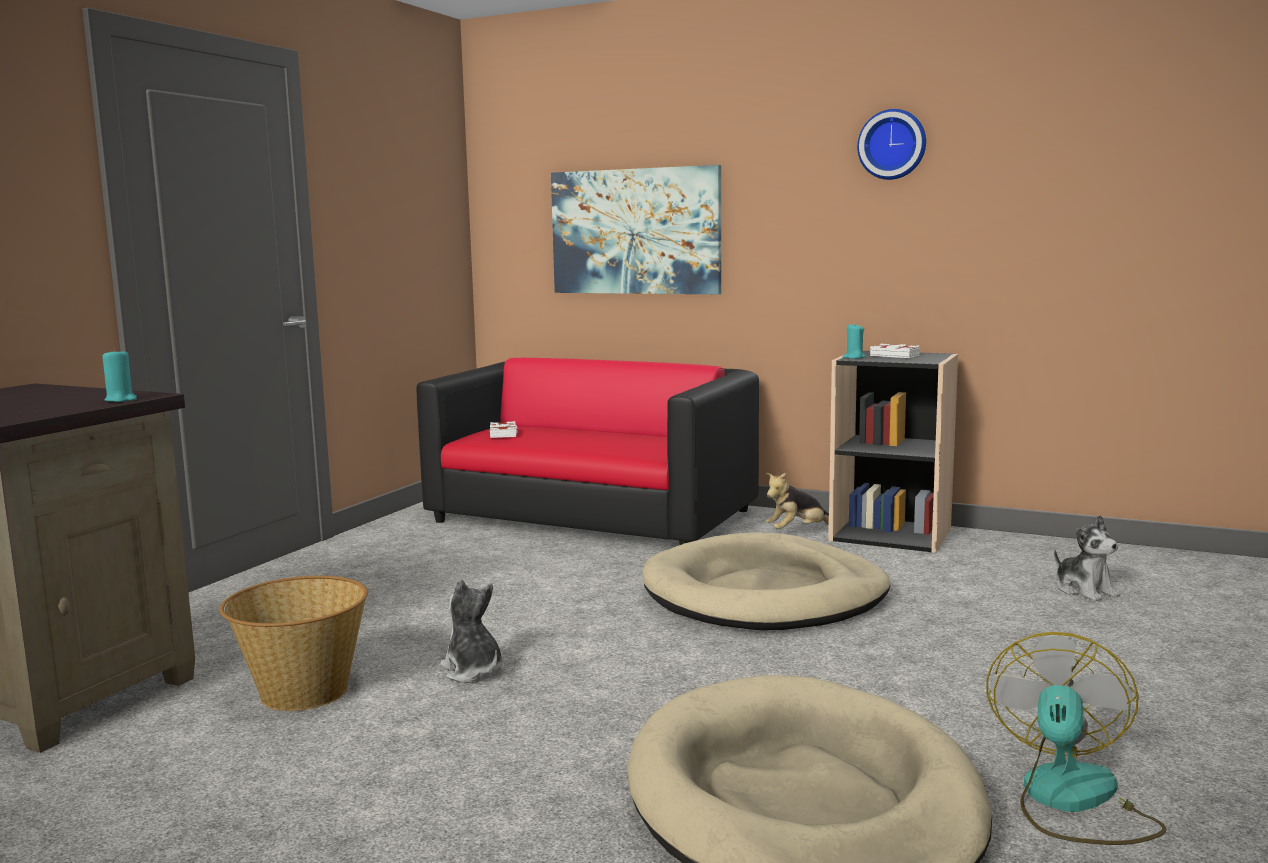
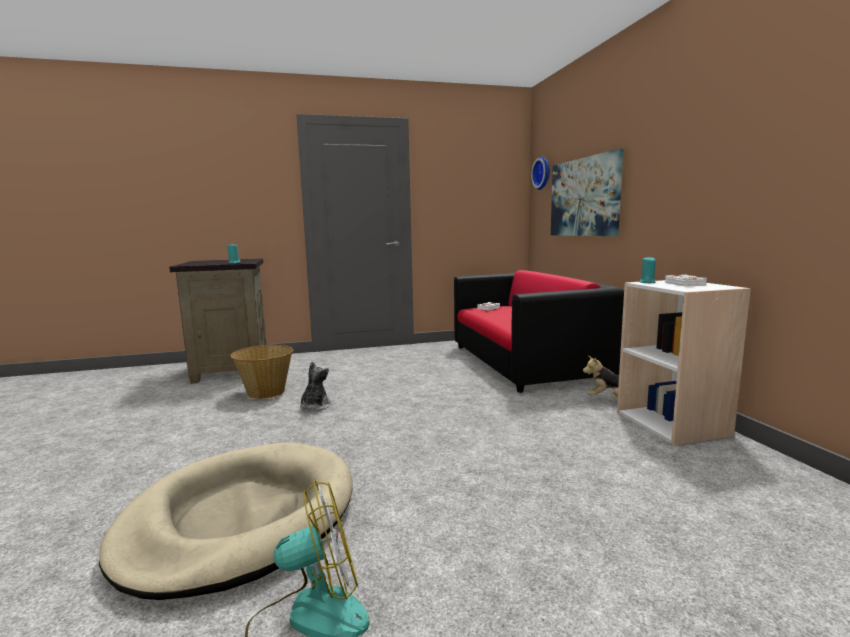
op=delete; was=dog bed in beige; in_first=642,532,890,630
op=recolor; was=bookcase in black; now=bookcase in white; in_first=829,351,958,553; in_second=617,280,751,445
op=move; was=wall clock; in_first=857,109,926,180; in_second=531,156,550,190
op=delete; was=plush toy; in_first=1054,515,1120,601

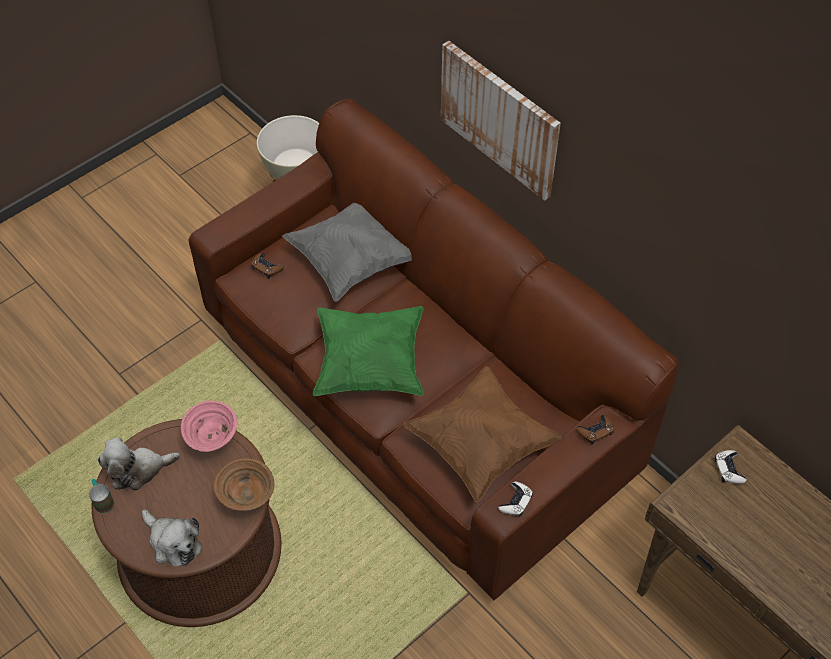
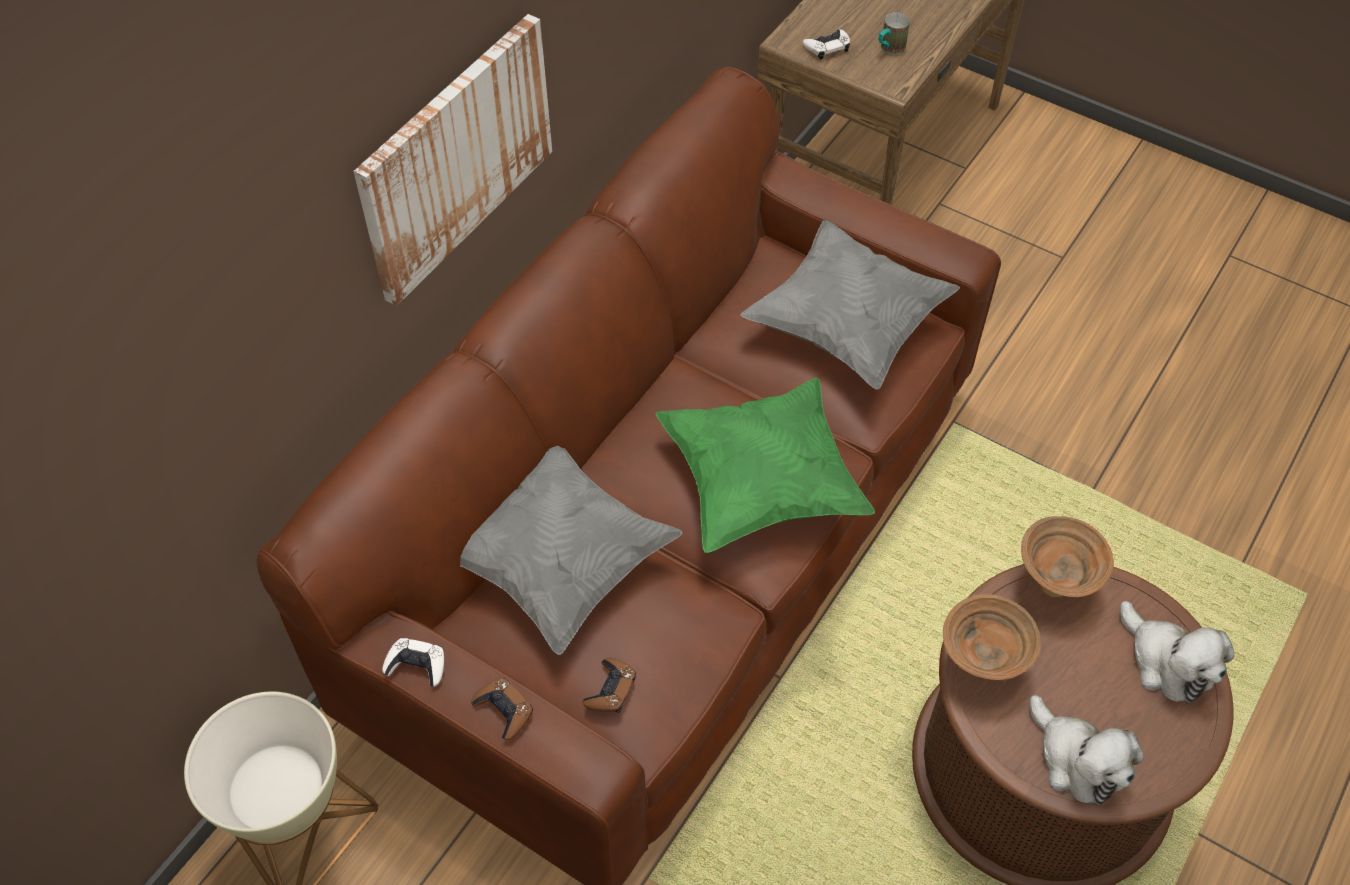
op=move; was=mug; in_first=89,479,114,513; in_second=878,12,910,54
op=rotate; was=plush toy; in_first=142,509,203,566; in_second=1120,601,1234,704; clockwise=120
op=recolor; was=bowl in pink; now=bowl in brown; in_first=181,401,237,452; in_second=943,594,1041,680
op=recolor; was=pillow in brown; now=pillow in grey; in_first=403,366,562,502; in_second=740,220,960,389
op=move; was=game controller in white; in_first=498,482,533,516; in_second=382,638,444,687
op=move; was=game controller in brown; in_first=577,415,614,444; in_second=471,678,533,740

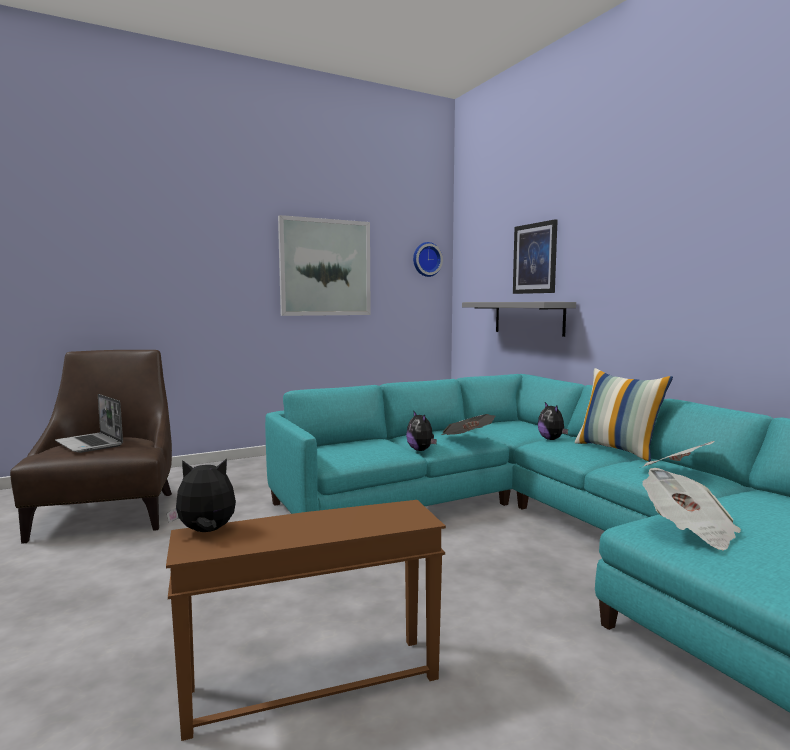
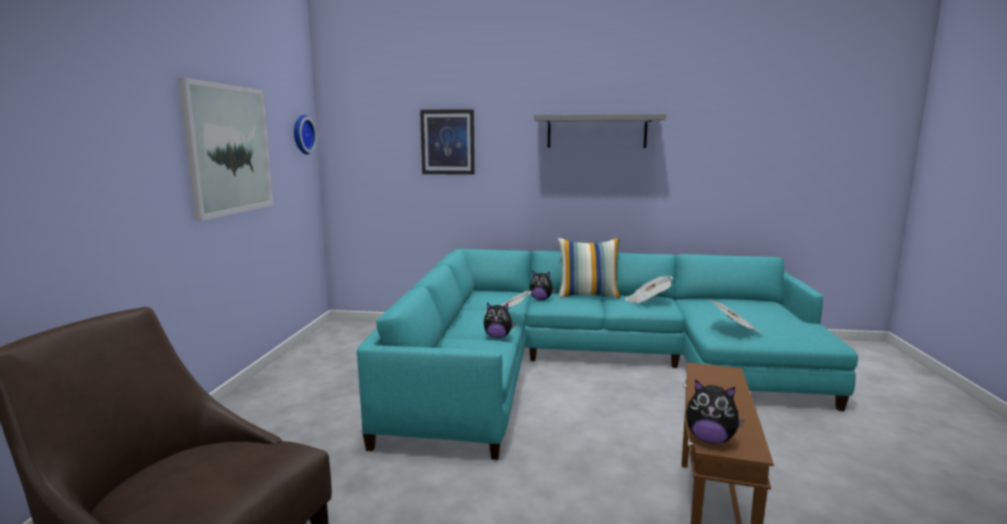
op=delete; was=laptop; in_first=55,394,123,453
op=rotate; was=plush toy; in_first=167,458,236,532; in_second=686,379,744,444; clockwise=-90
op=move; was=shelf in grey; in_first=462,302,576,337; in_second=534,114,666,148

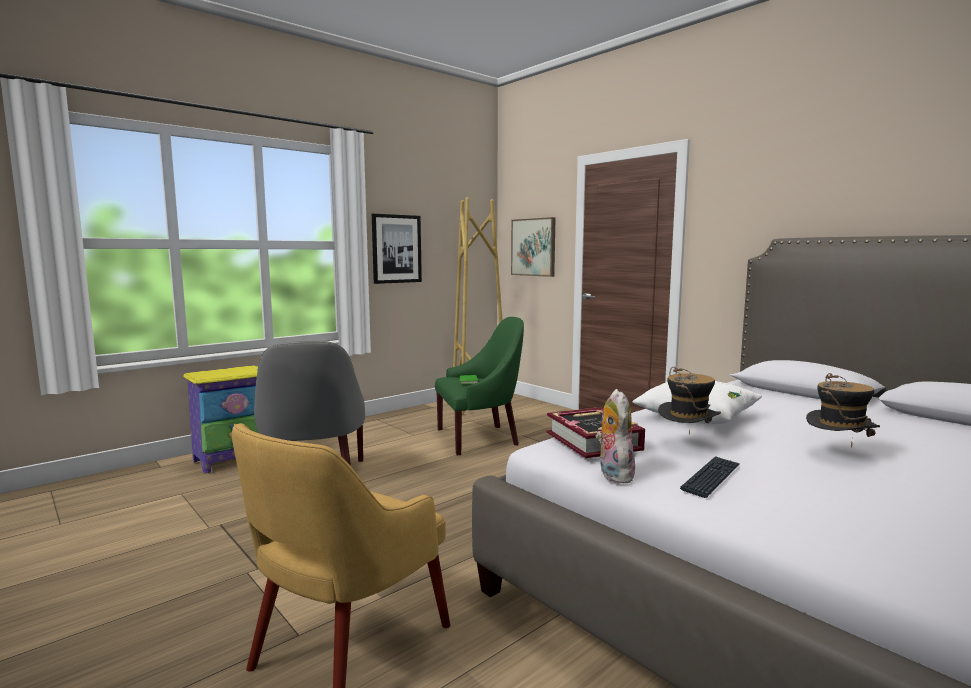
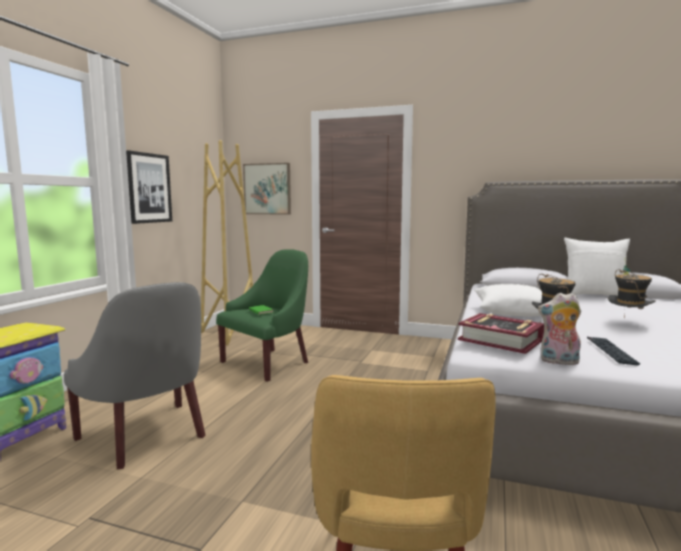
op=rotate; was=plush toy; in_first=596,389,635,484; in_second=538,293,581,365; clockwise=-45
op=insert; now=pillow in white; in_second=564,238,631,296

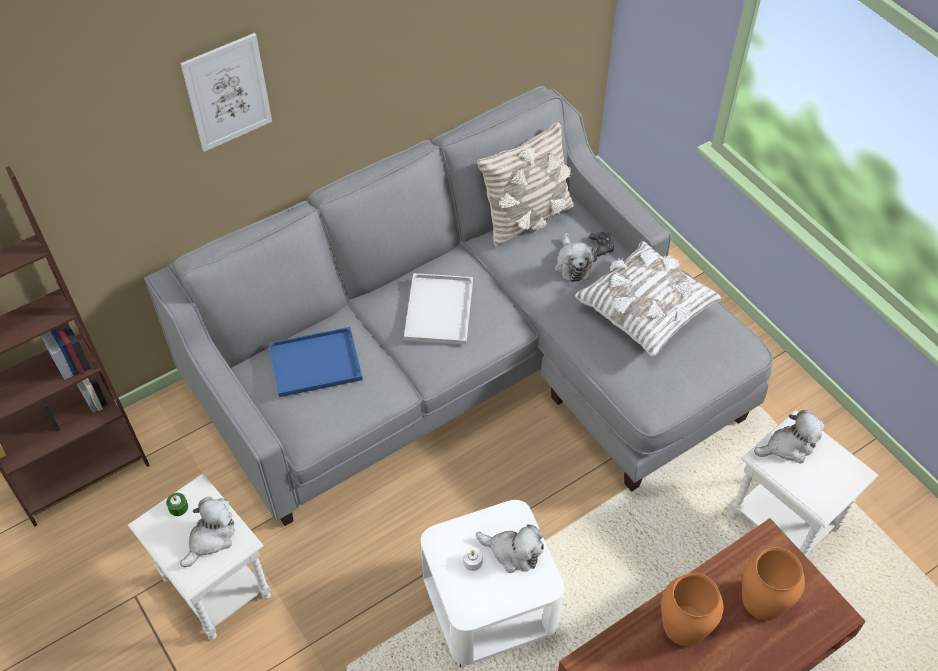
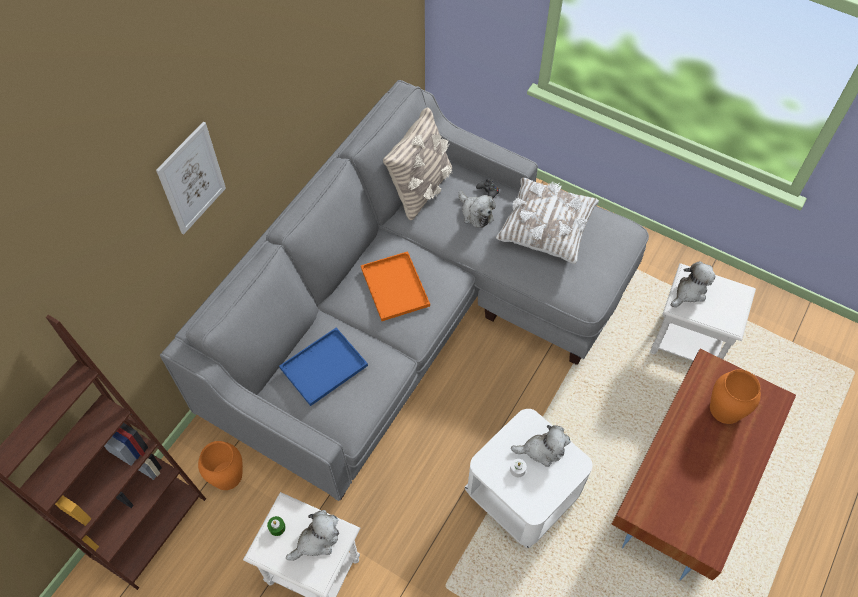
op=rotate; was=plush toy; in_first=180,497,235,567; in_second=286,510,339,561; clockwise=45
op=recolor; was=tray in white; now=tray in orange; in_first=404,273,473,345; in_second=361,251,430,321
op=move; was=vase in orange; in_first=661,573,723,646; in_second=198,441,243,490

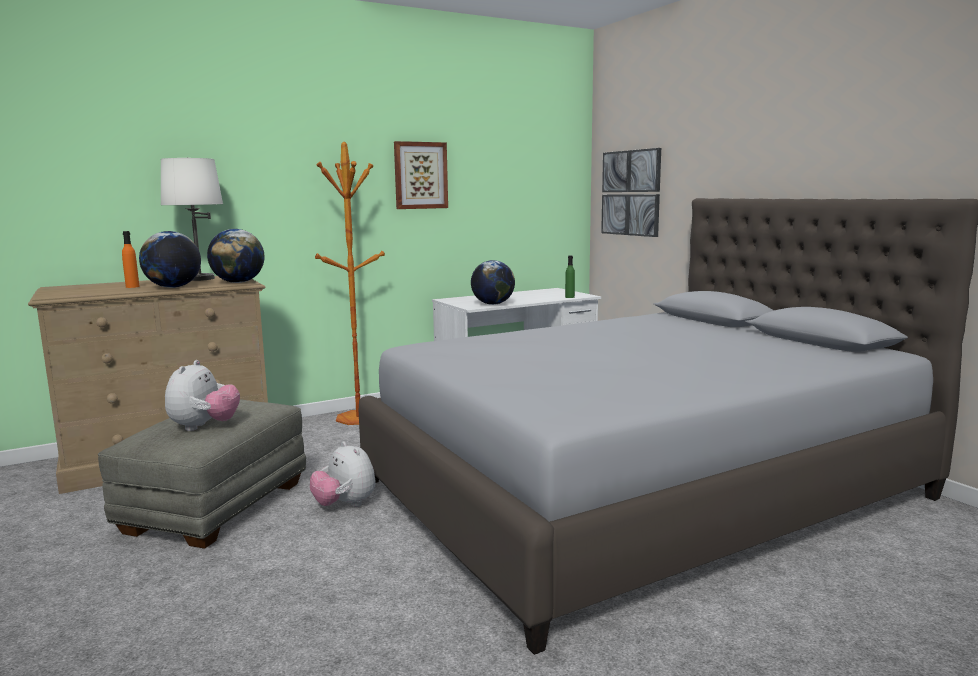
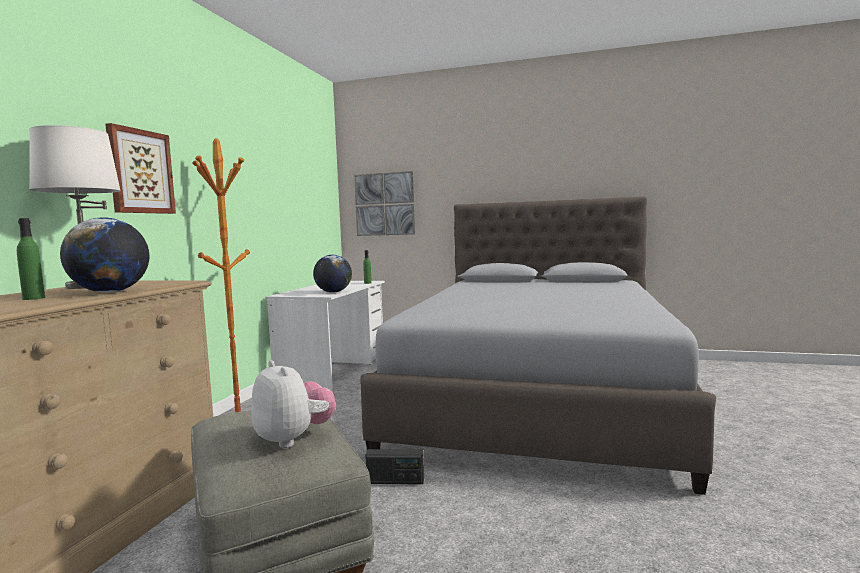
op=recolor; was=bottle in orange; now=bottle in green; in_first=122,231,140,288; in_second=17,218,45,300
op=delete; was=globe; in_first=207,229,265,283
op=replace; was=plush toy; now=radio; in_first=310,441,376,507; in_second=365,449,424,484
op=move; was=picture; in_first=394,141,448,209; in_second=105,123,176,214

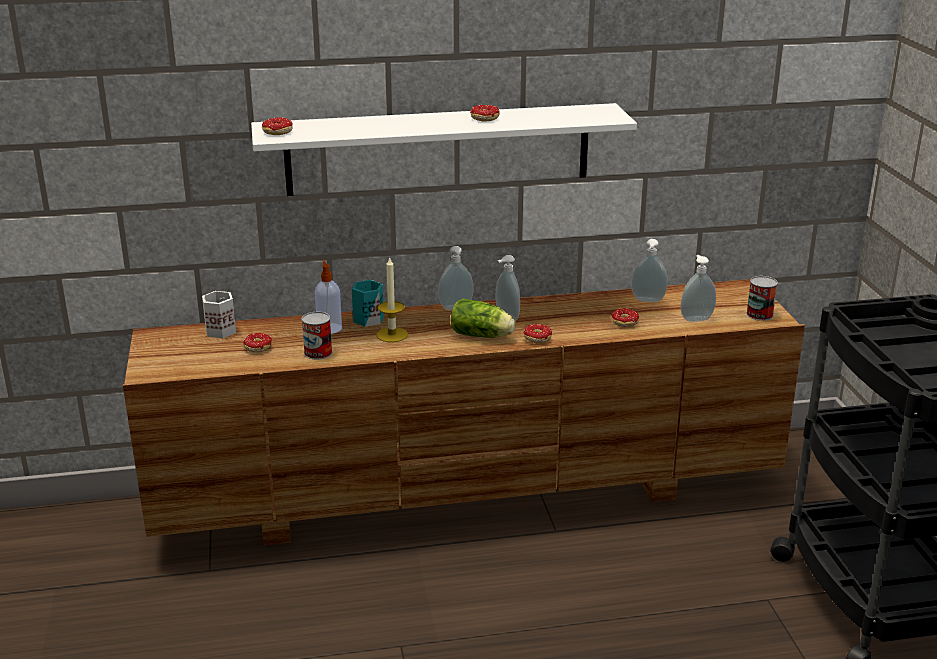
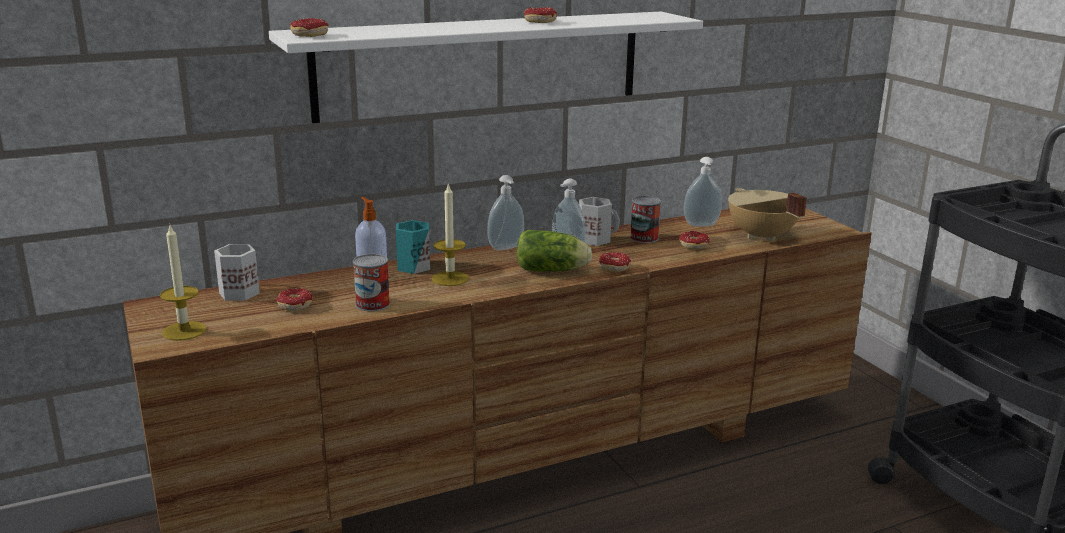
op=replace; was=soap dispenser; now=cooking pot in beige; in_first=680,255,716,322; in_second=728,188,807,242
op=move; was=can; in_first=746,276,778,321; in_second=630,196,661,243
op=insert; now=candle; in_second=160,225,207,341
op=insert; now=mug in white; in_second=579,197,620,246

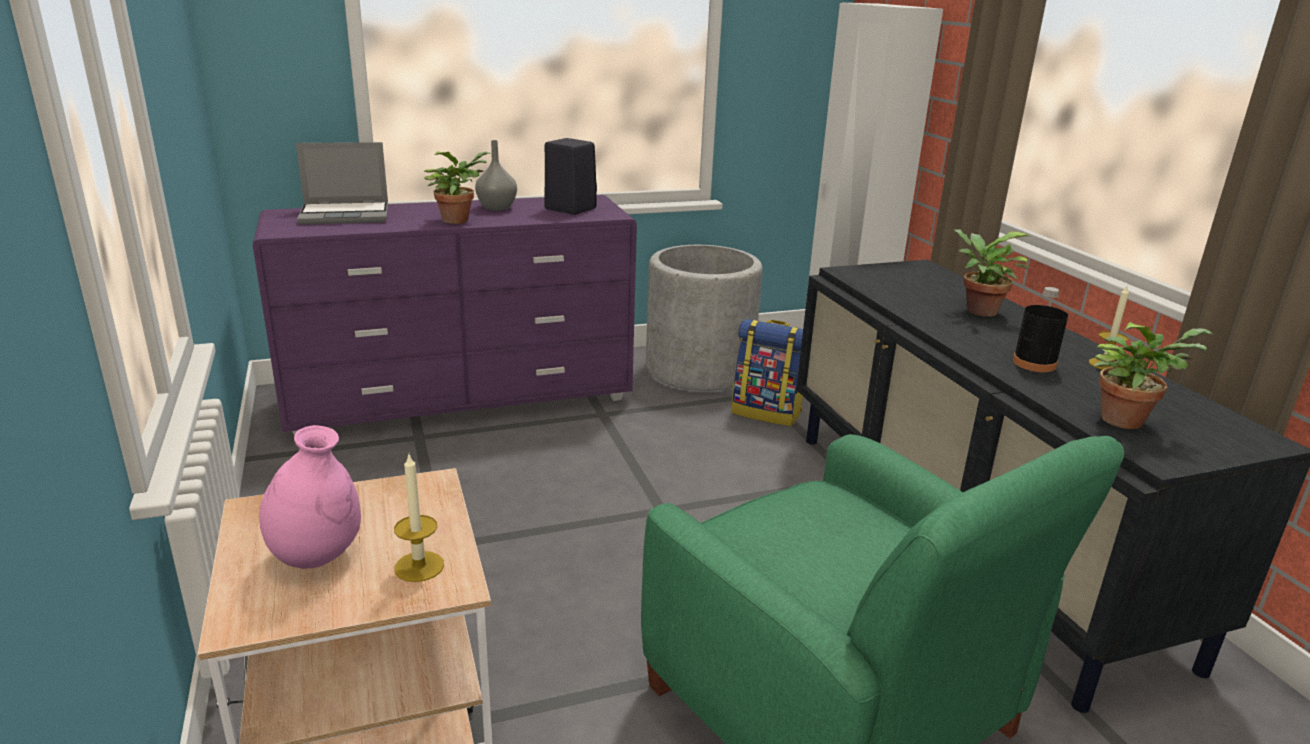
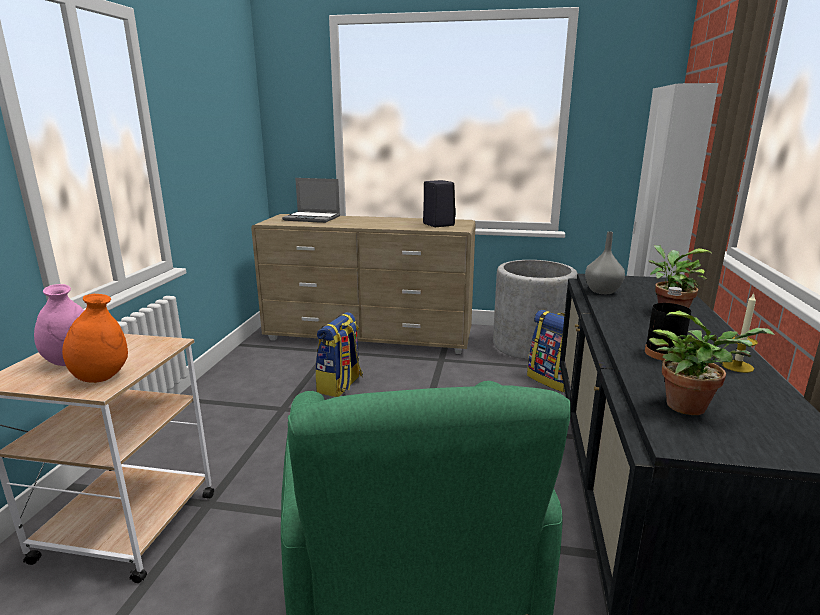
op=recolor; was=dresser in purple; now=dresser in beige; in_first=253,195,637,436; in_second=251,214,476,354
op=replace; was=candle; now=vase in orange; in_first=394,455,444,582; in_second=62,294,128,383
op=delete; was=potted plant; in_first=424,151,491,224
op=move; was=vase in grey; in_first=475,140,517,211; in_second=585,231,625,294
op=insert; now=backpack; in_second=315,312,363,397

